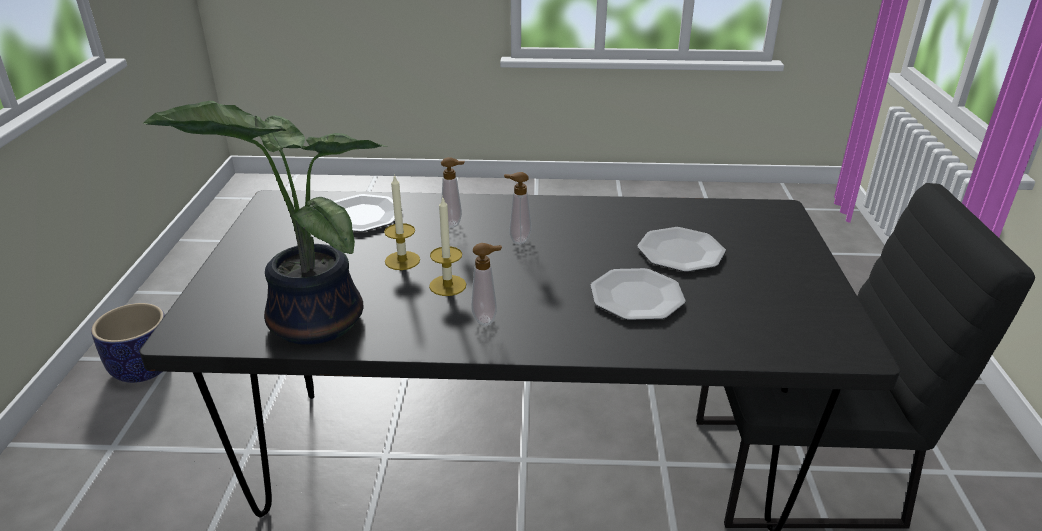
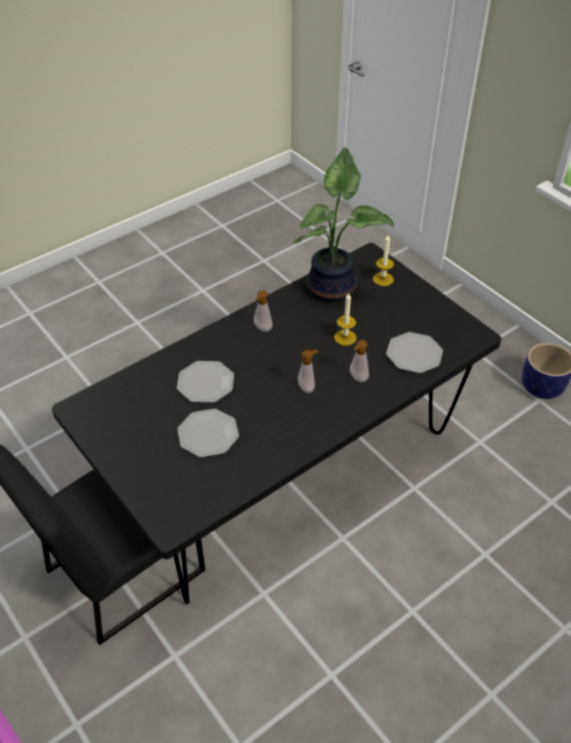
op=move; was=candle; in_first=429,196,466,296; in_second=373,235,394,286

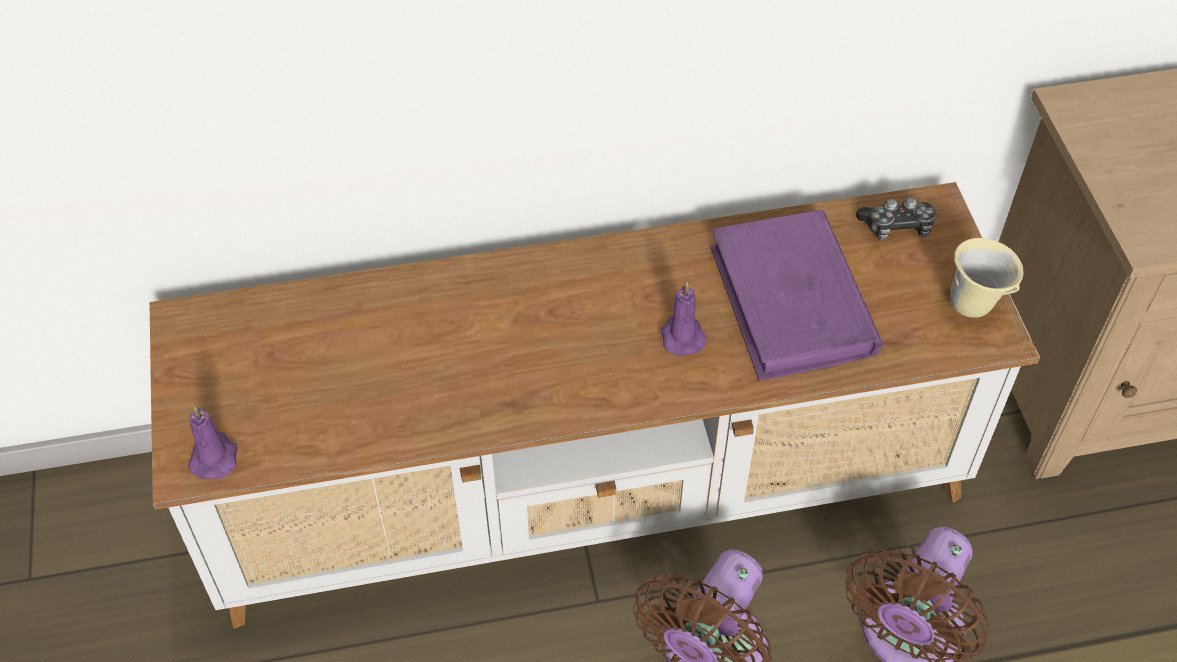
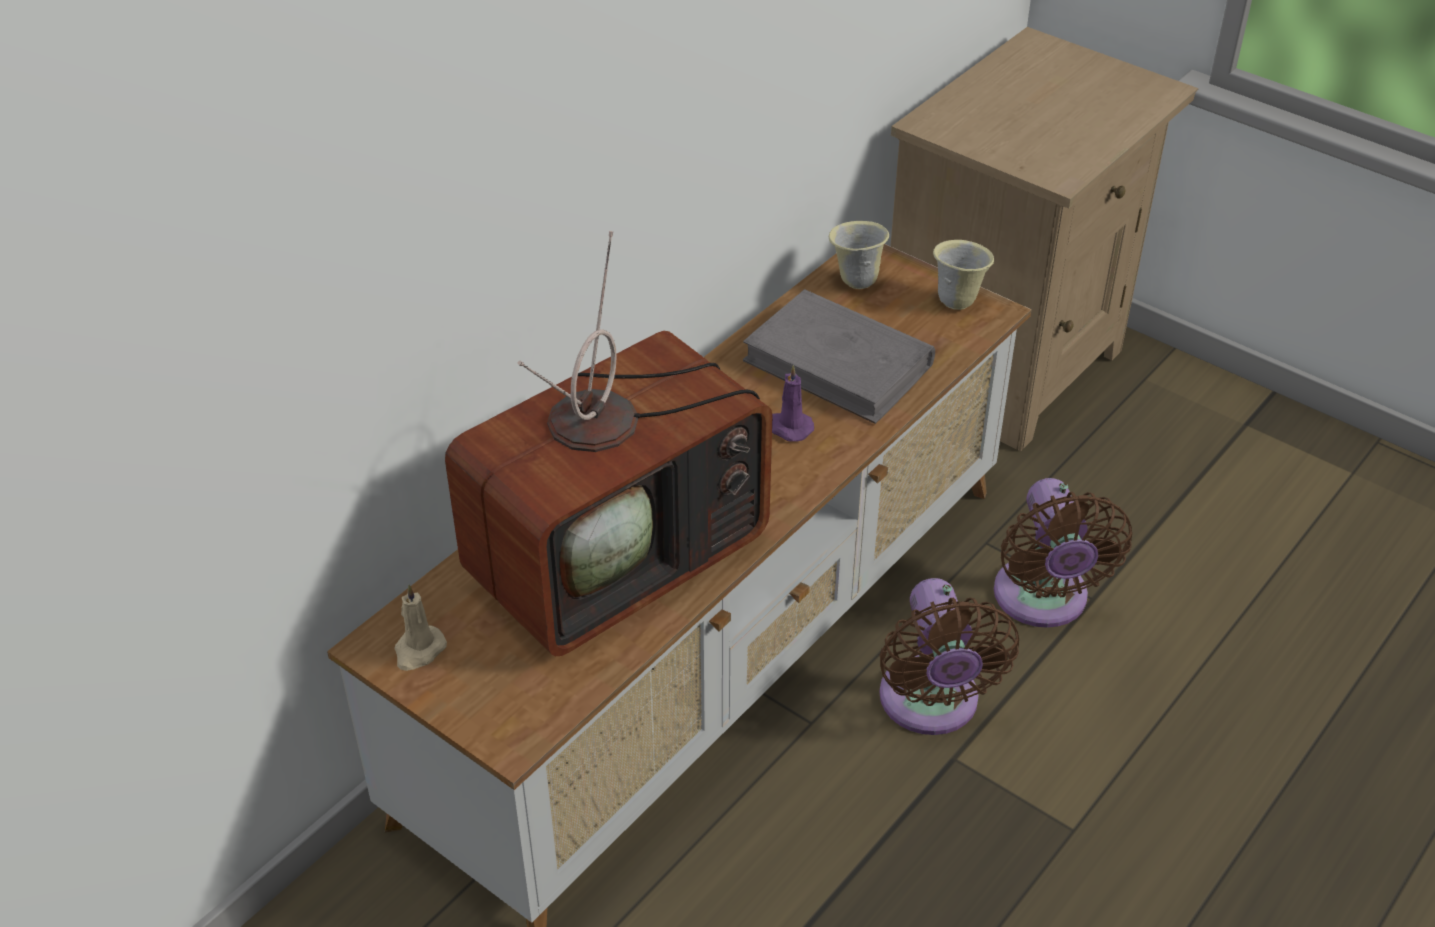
op=delete; was=candle in purple; in_first=188,406,237,479
op=recolor; was=book in purple; now=book in grey; in_first=711,210,883,381; in_second=743,289,935,424
op=replace; was=game controller; now=mug in beige; in_first=856,197,936,241; in_second=829,221,889,289
op=insert; now=candle in beige; in_second=394,585,447,671
op=insert; now=television; in_second=445,231,773,656

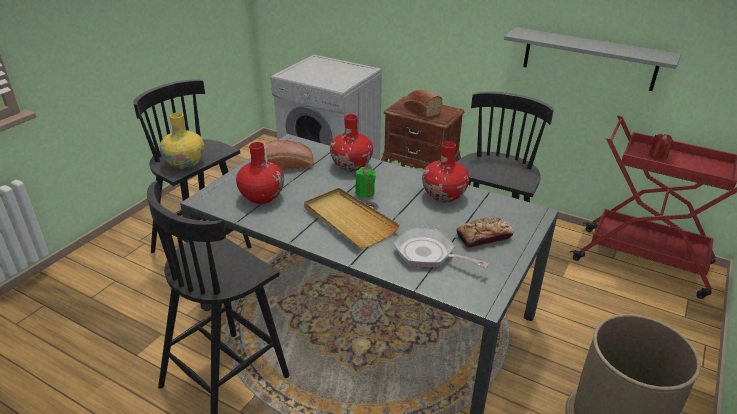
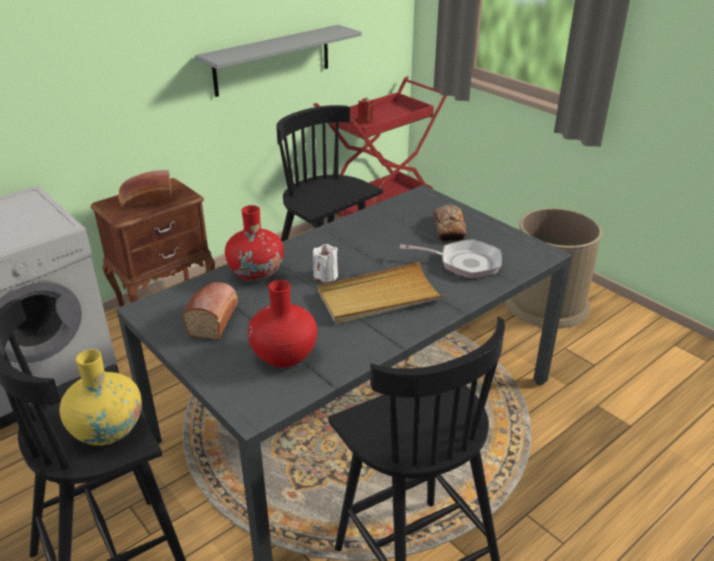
op=recolor; was=candle in green; now=candle in white; in_first=355,167,376,197; in_second=313,244,338,282
op=rotate; was=frying pan; in_first=393,228,489,268; in_second=400,239,502,279; clockwise=-135
op=delete; was=vase in red; in_first=422,141,469,203

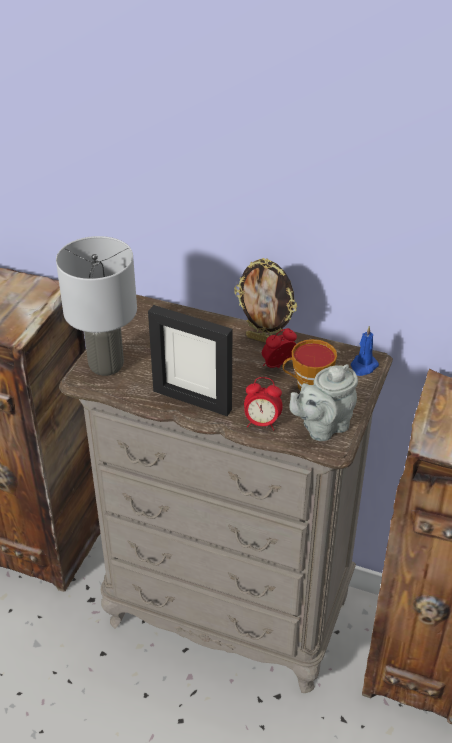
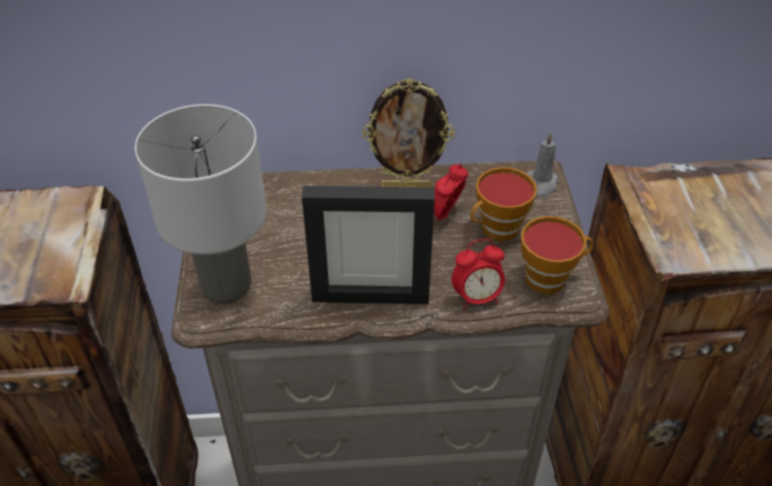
op=replace; was=teapot in grey; now=cup; in_first=289,364,358,441; in_second=521,216,593,294
op=recolor; was=candle in blue; now=candle in grey; in_first=351,326,379,376; in_second=526,132,559,198

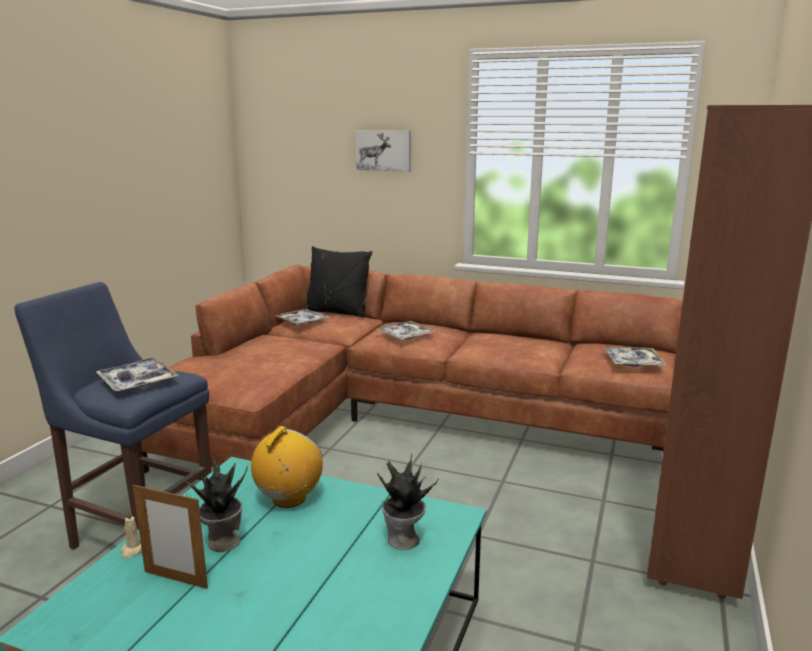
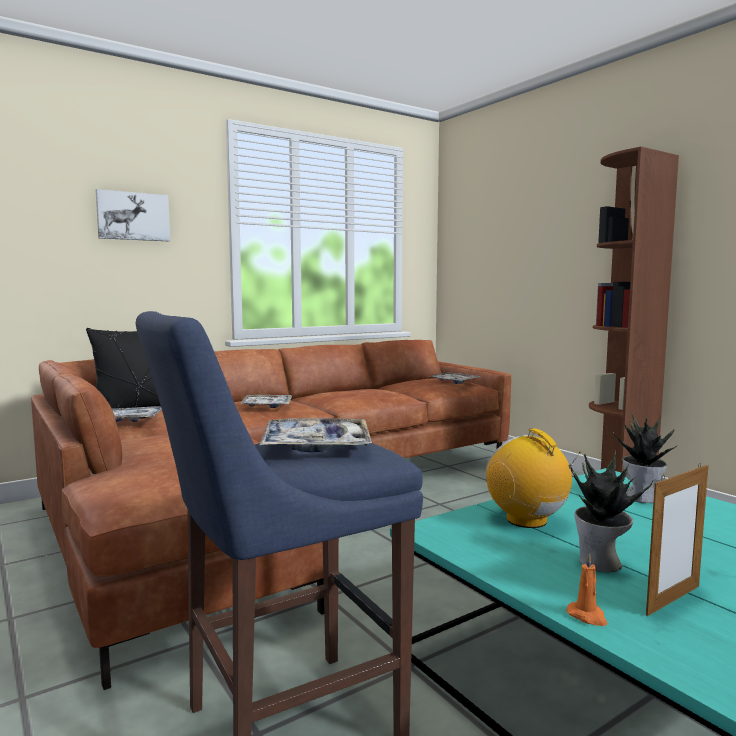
op=recolor; was=candle in beige; now=candle in orange; in_first=121,510,142,559; in_second=567,553,608,626

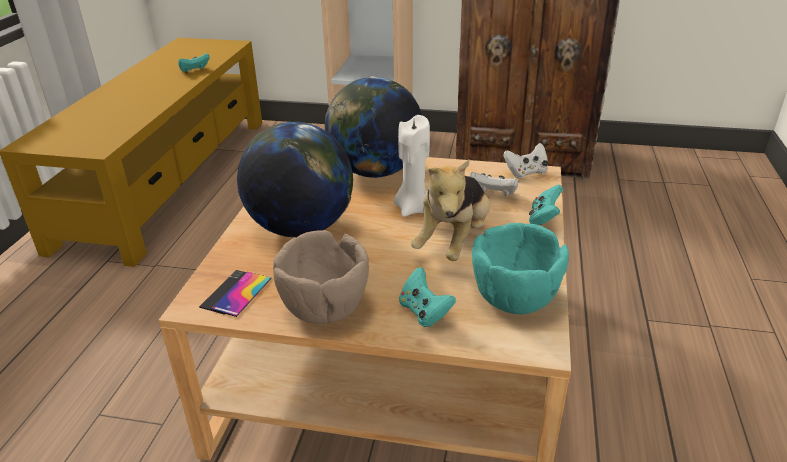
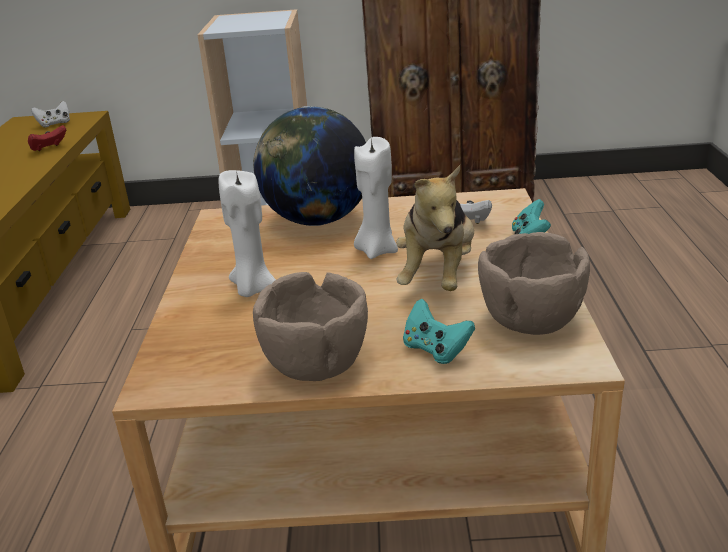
op=recolor; was=game controller in turquoise; now=game controller in red; in_first=178,53,210,72; in_second=28,125,66,151
op=delete; was=phone; in_first=199,270,272,317
op=replace; was=globe; now=candle in white; in_first=237,122,353,237; in_second=218,170,276,297
op=recolor; was=bowl in turquoise; now=bowl in brown; in_first=472,223,569,314; in_second=478,232,590,335
op=move; was=game controller in white; in_first=503,143,548,179; in_second=31,101,70,127

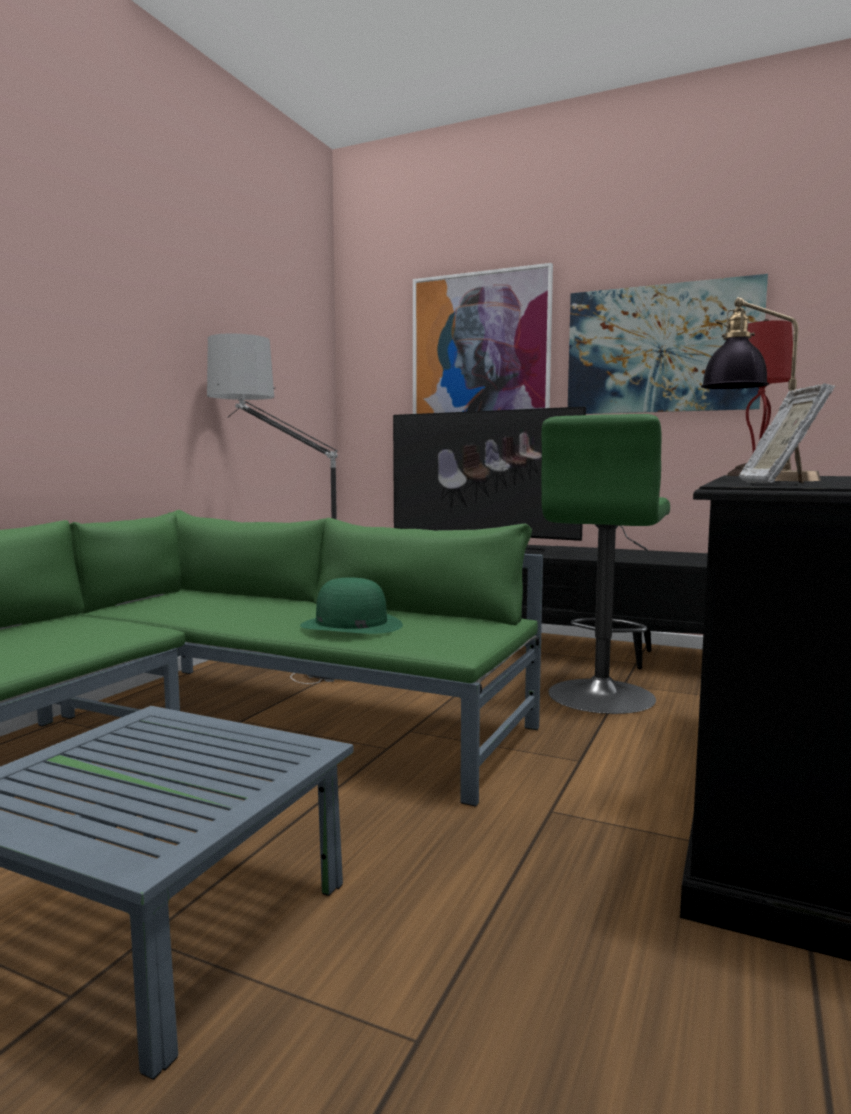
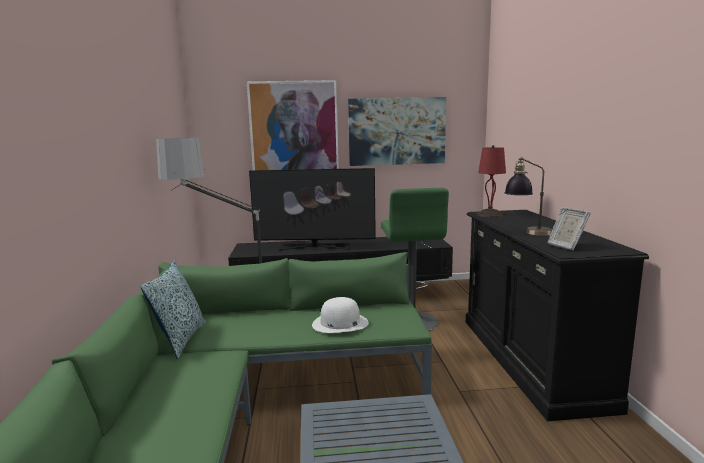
op=recolor; was=hat in green; now=hat in white; in_first=300,578,403,634; in_second=312,297,369,333
op=insert; now=pillow; in_second=141,260,206,359

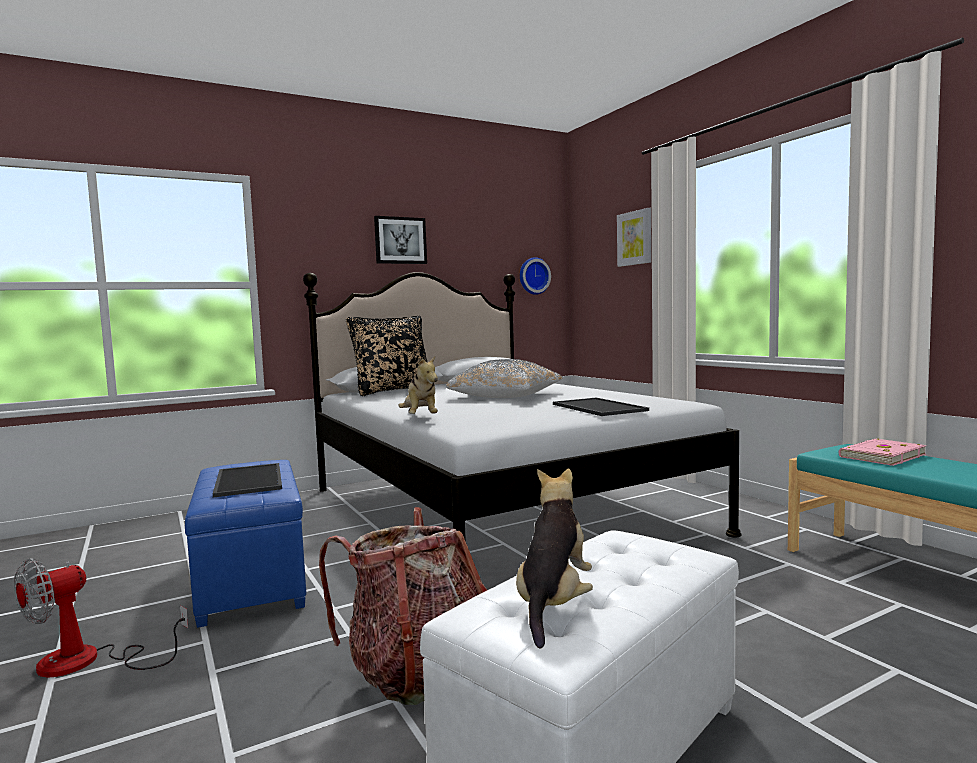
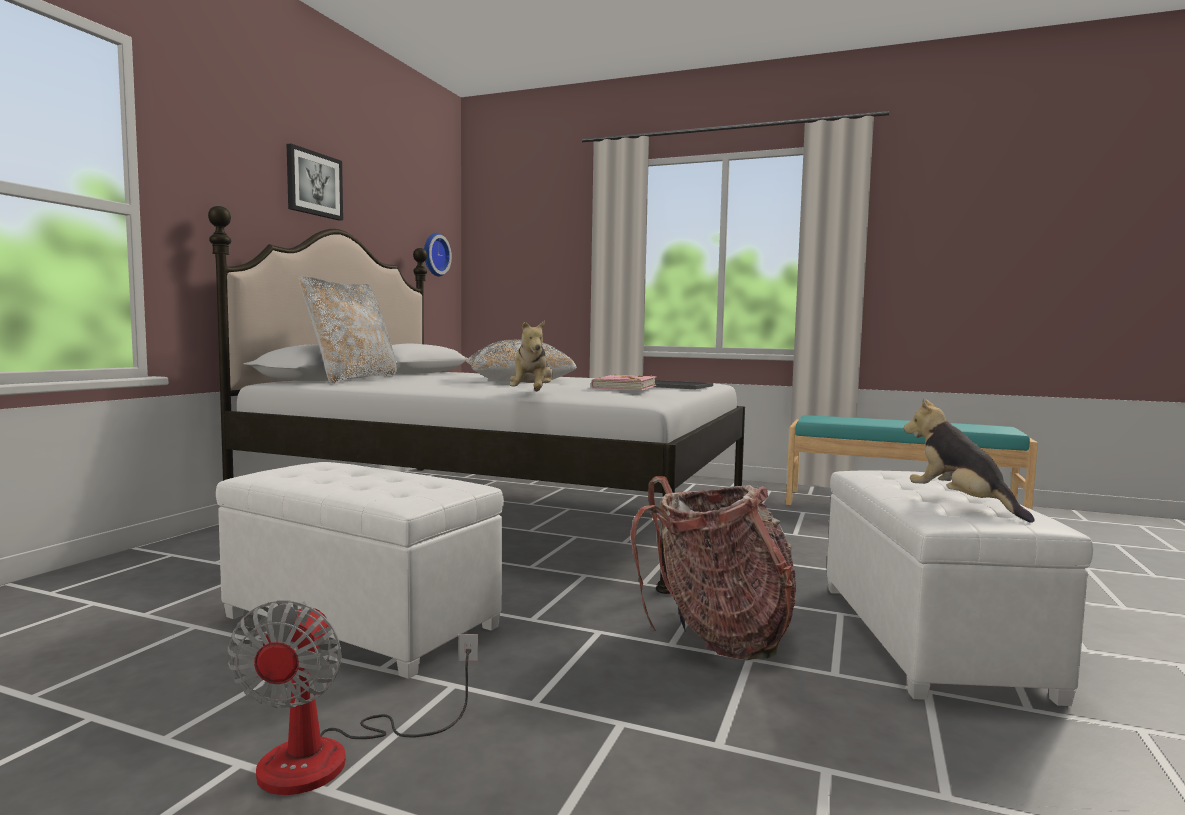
op=recolor; was=ottoman in blue; now=ottoman in white; in_first=185,460,306,628; in_second=216,462,504,679
op=delete; was=tray; in_first=213,463,282,497
op=recolor; was=pillow in black; now=pillow in white; in_first=346,316,428,396; in_second=298,275,397,384
op=rotate; was=plush toy; in_first=398,356,438,414; in_second=510,320,553,391; clockwise=60
op=delete; was=picture; in_first=617,208,651,267
op=move; was=book in pink; in_first=839,439,926,466; in_second=591,374,657,390

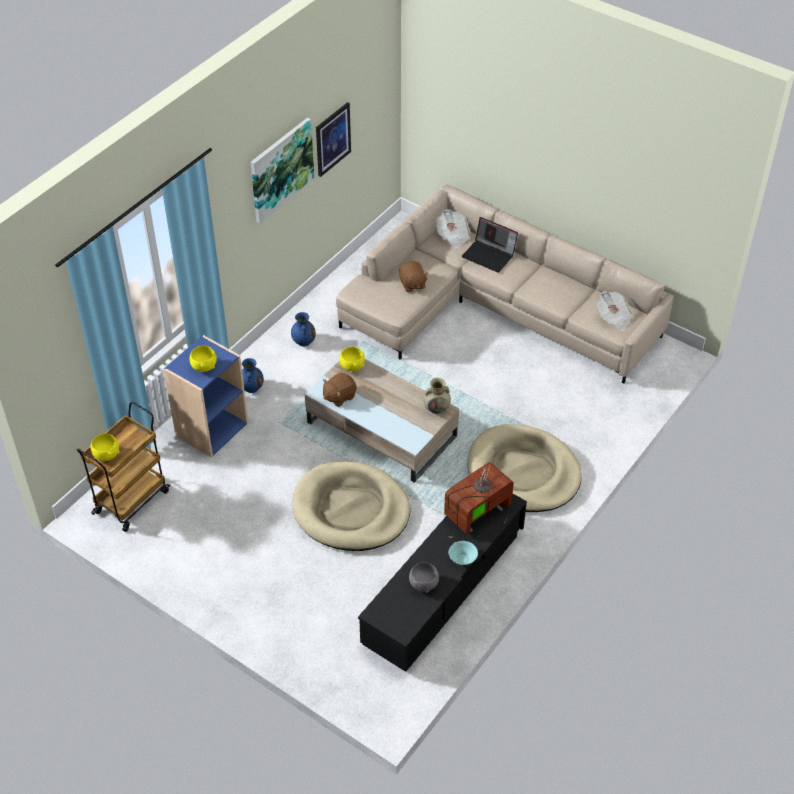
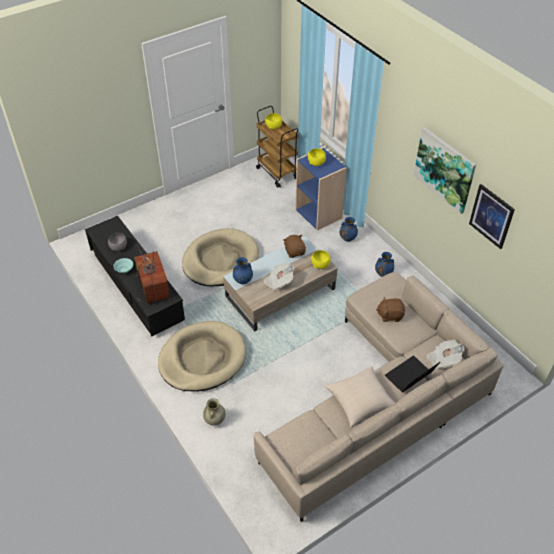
op=move; was=vase in beige; in_first=423,378,451,414; in_second=203,398,225,426
op=move; was=newspaper; in_first=597,291,633,331; in_second=264,262,294,291
op=insert; now=vase in blue; in_second=233,257,253,284
op=insert; now=pillow in beige; in_second=324,366,395,428

